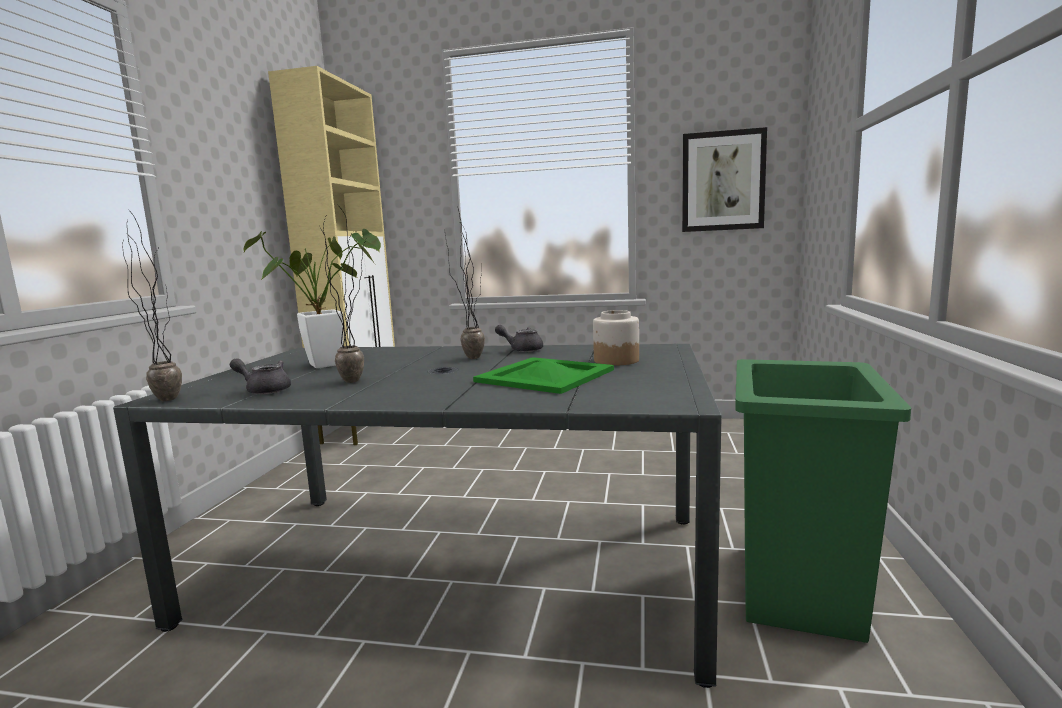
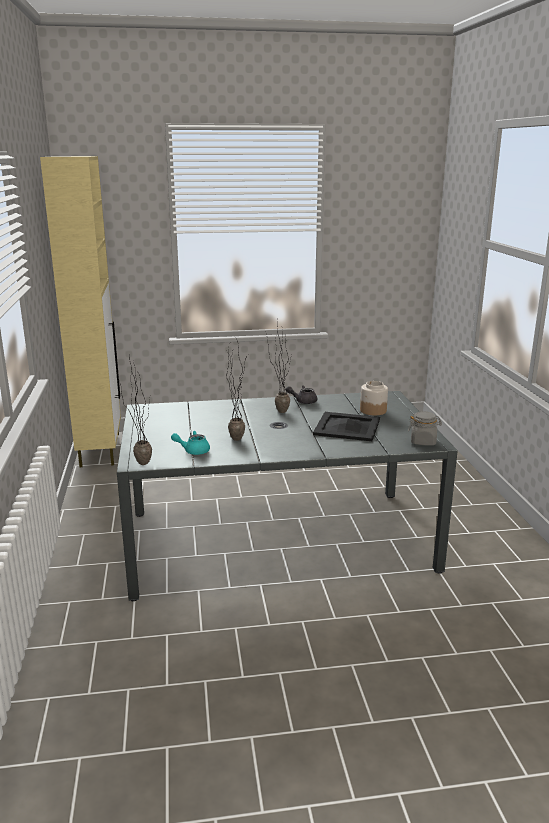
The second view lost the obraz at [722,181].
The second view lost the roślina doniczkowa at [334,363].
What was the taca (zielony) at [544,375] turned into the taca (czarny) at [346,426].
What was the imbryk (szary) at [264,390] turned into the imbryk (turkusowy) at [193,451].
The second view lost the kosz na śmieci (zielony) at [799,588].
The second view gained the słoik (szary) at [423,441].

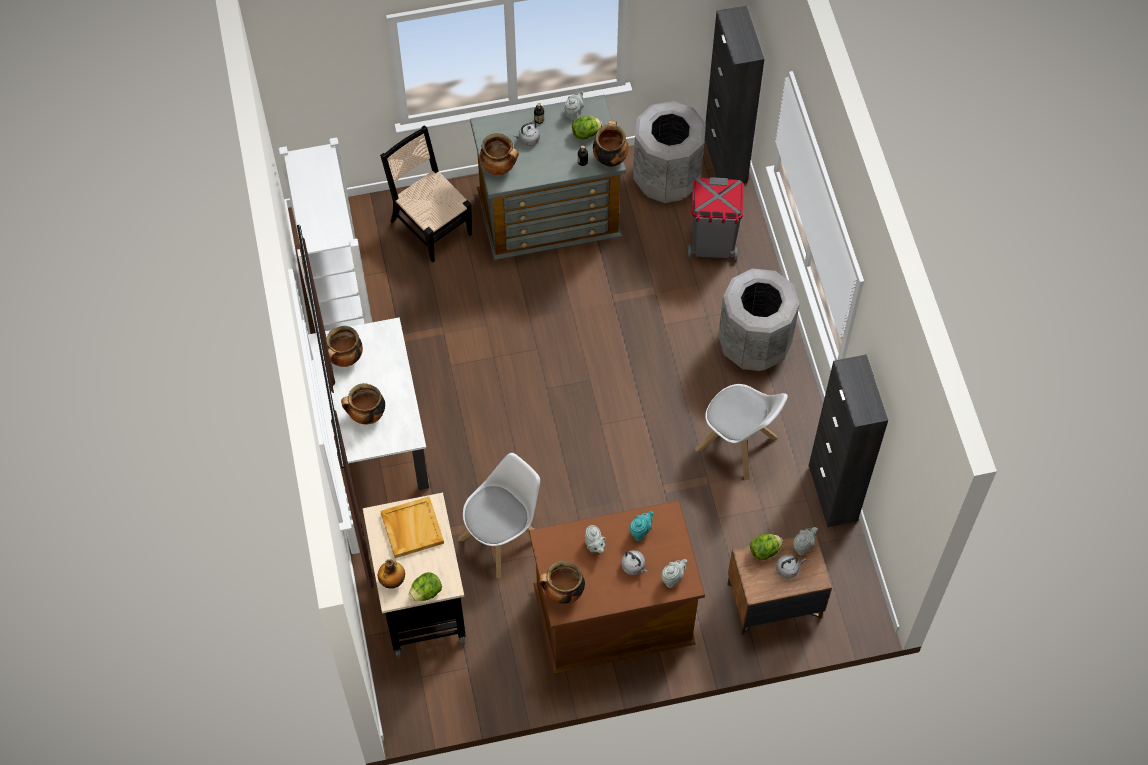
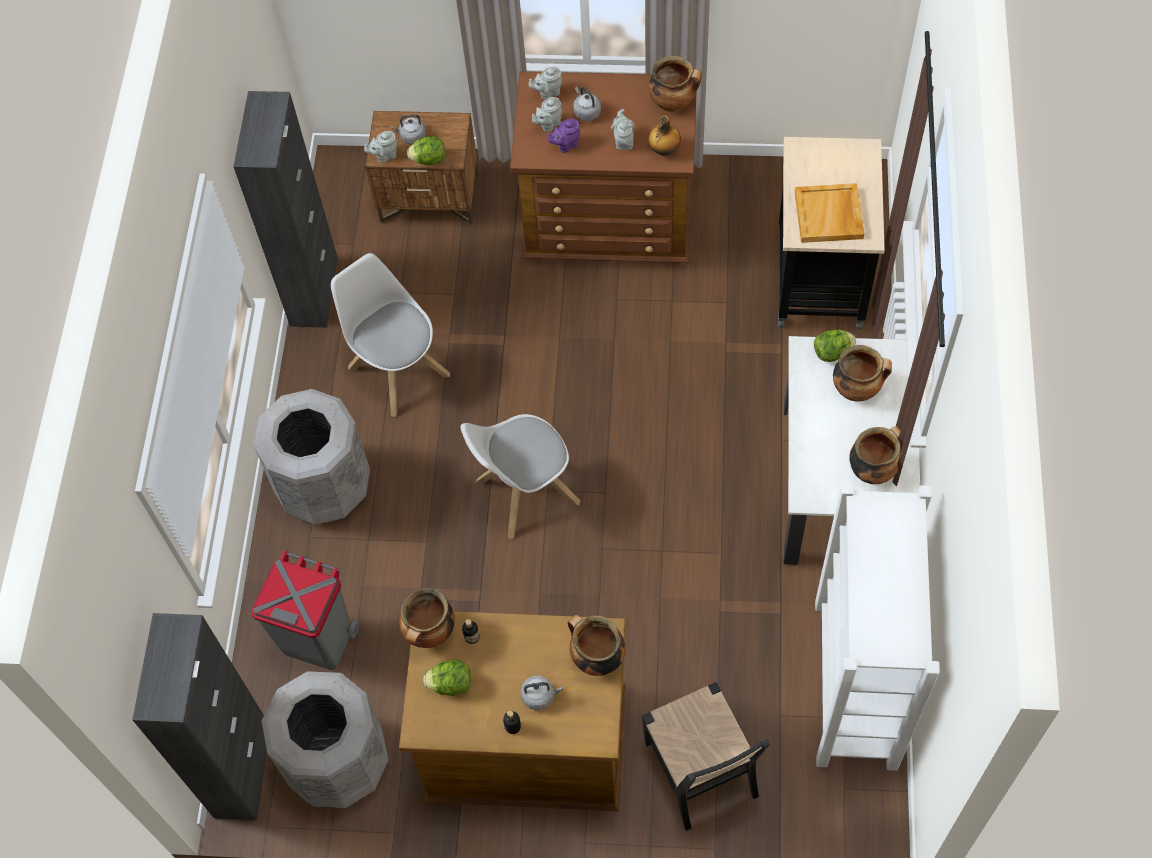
The imbryk (szary) ended up elsewhere, having gone from [574,112] to [548,124].
What was the komoda (szary) at [549,215] turned into the komoda (brązowy) at [525,745].
The krzesło ended up elsewhere, having gone from [503,536] to [524,493].
What was the imbryk (turkusowy) at [640,531] turned into the imbryk (fioletowy) at [566,145].
The butelka ended up elsewhere, having gone from [393,581] to [664,150].
The sałata ended up elsewhere, having gone from [426,592] to [832,352].

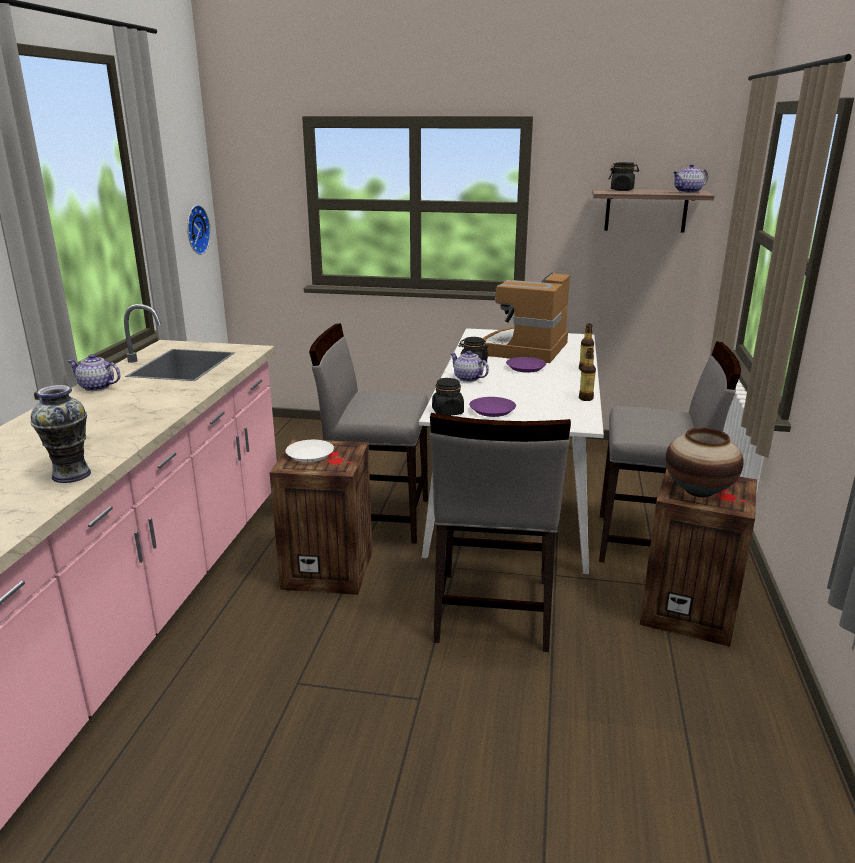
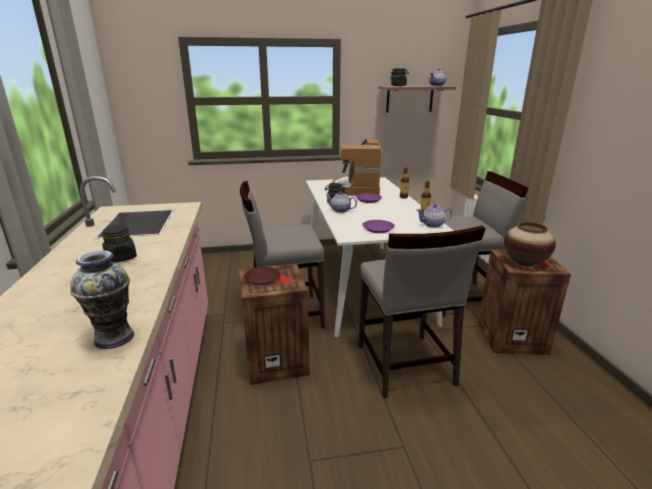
The second view lost the zegar ścienny at [195,229].
The imbryk ended up elsewhere, having gone from [97,387] to [433,225].
The słoik (czarny) ended up elsewhere, having gone from [448,412] to [121,258].
What was the talerz (biały) at [310,455] turned into the talerz (brązowy) at [262,279].

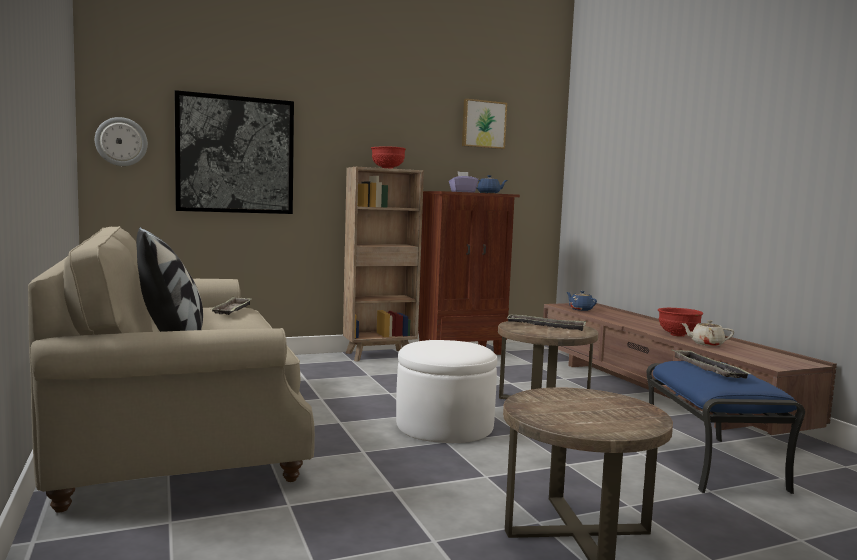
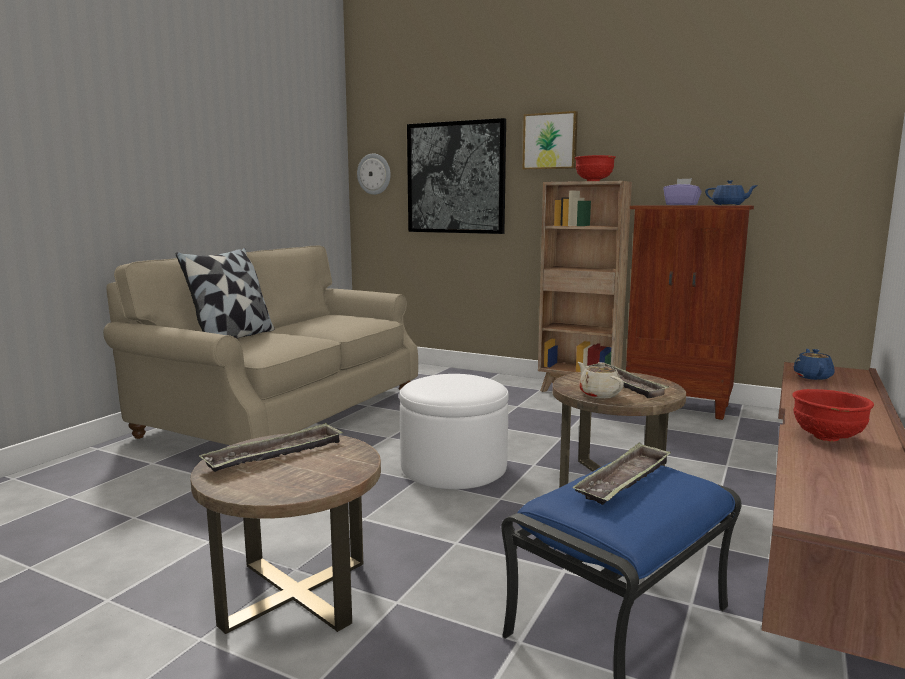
The obraz ended up elsewhere, having gone from [483,124] to [550,141].
The taca ended up elsewhere, having gone from [232,310] to [275,455].
The imbryk (beżowy) ended up elsewhere, having gone from [706,344] to [599,394].

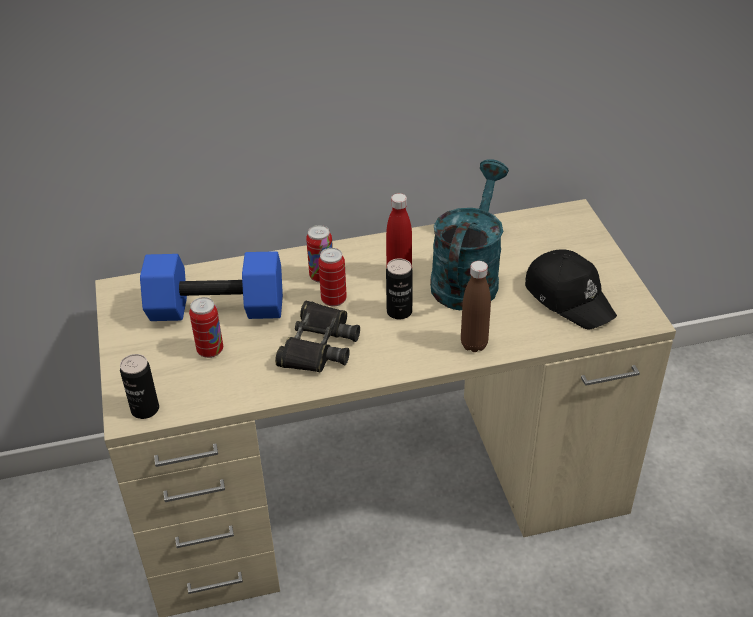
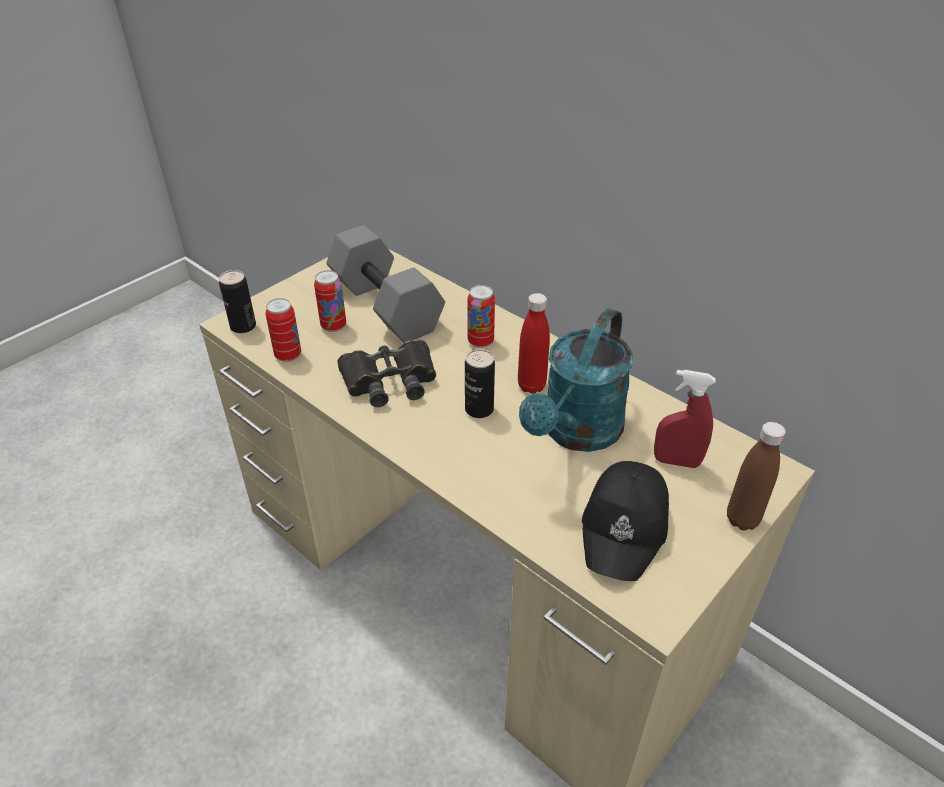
The konewka (turkusowy) at [468,277] ended up facing another way, 135 degrees clockwise from before.
The puszka ended up elsewhere, having gone from [334,300] to [288,355].
What was the hantel (niebieski) at [218,307] turned into the hantel (szary) at [388,306].
The butelka (brązowy) ended up elsewhere, having gone from [474,344] to [742,519].
The second view gained the spryskiwacz (czerwony) at [676,461].

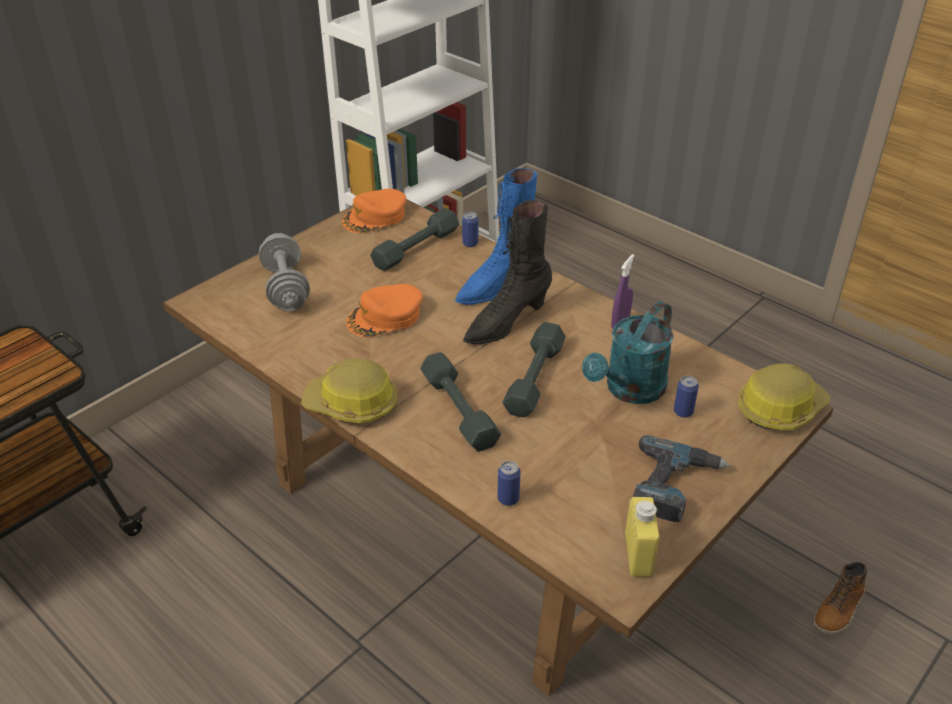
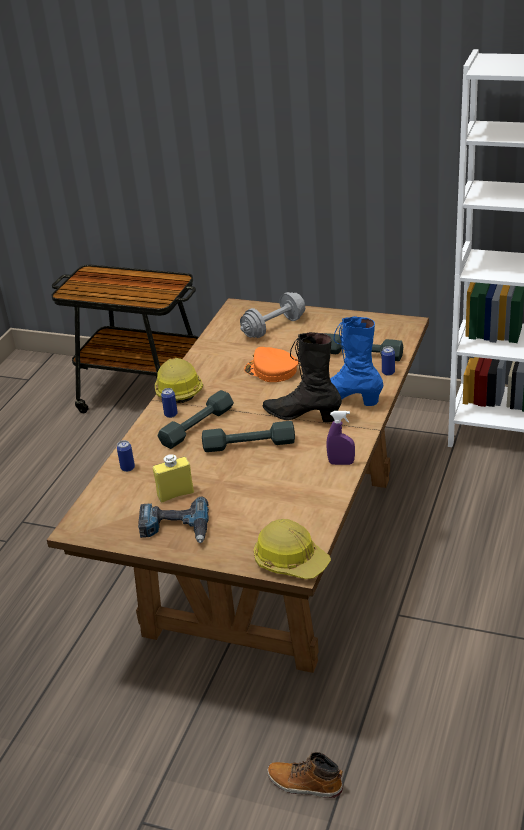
The second view lost the czapka z daszkiem (pomarańczowy) at [375,217].
The second view lost the konewka (turkusowy) at [629,391].
The puszka ended up elsewhere, having gone from [683,412] to [171,414].
The butelka (żółty) ended up elsewhere, having gone from [638,555] to [175,494].

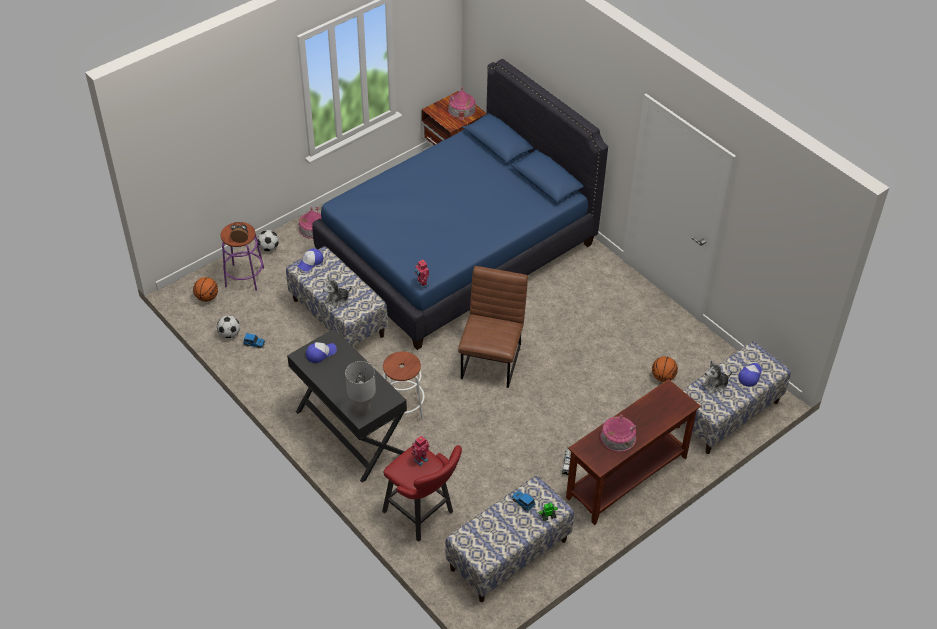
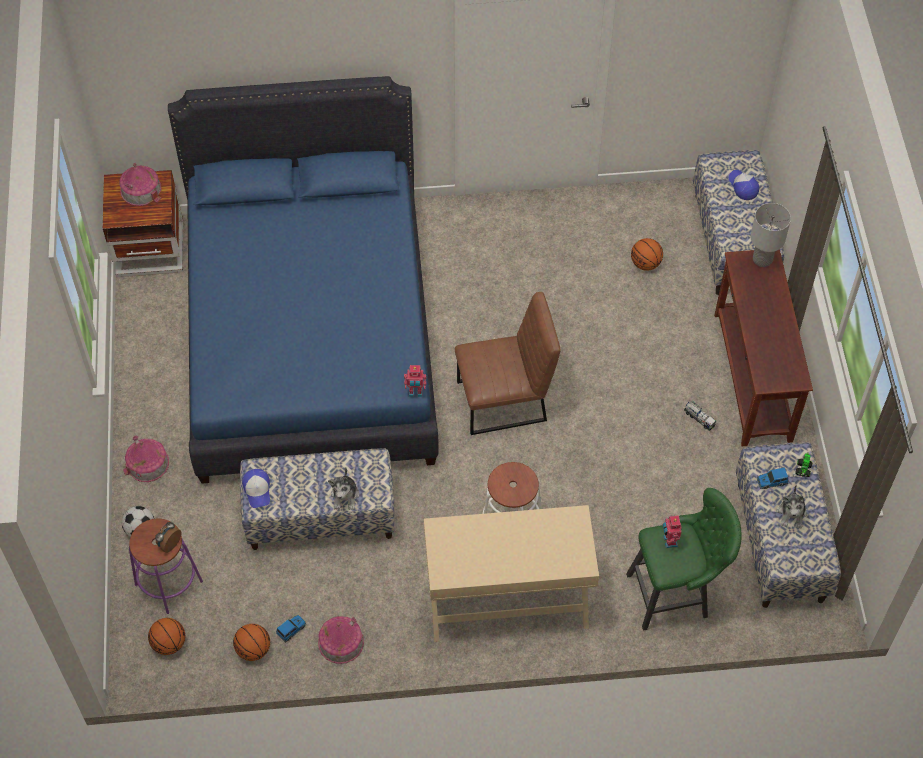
The krzesło (brązowy) at [492,359] ended up facing another way, 120 degrees clockwise from before.
Where the piłka futbolowa stood at [229,334], the piłka do koszykówki came to stand at [253,649].
What was the biurko (czarny) at [349,432] turned into the biurko (beżowy) at [507,601].
The second view lost the czapka z daszkiem at [320,353].
The lampa stołowa (szary) ended up elsewhere, having gone from [362,410] to [762,261].
The pluszak ended up elsewhere, having gone from [715,385] to [792,513].
The domek ended up elsewhere, having gone from [618,437] to [341,642].
What was the stołek (czerwony) at [423,516] turned into the stołek (zielony) at [677,593].

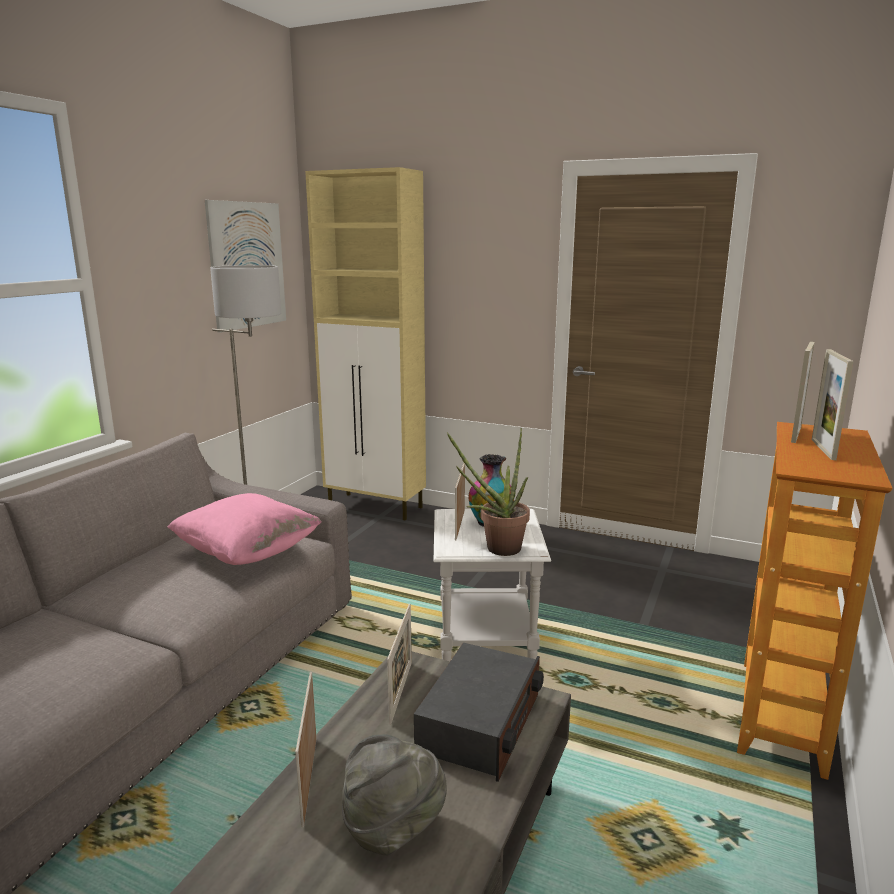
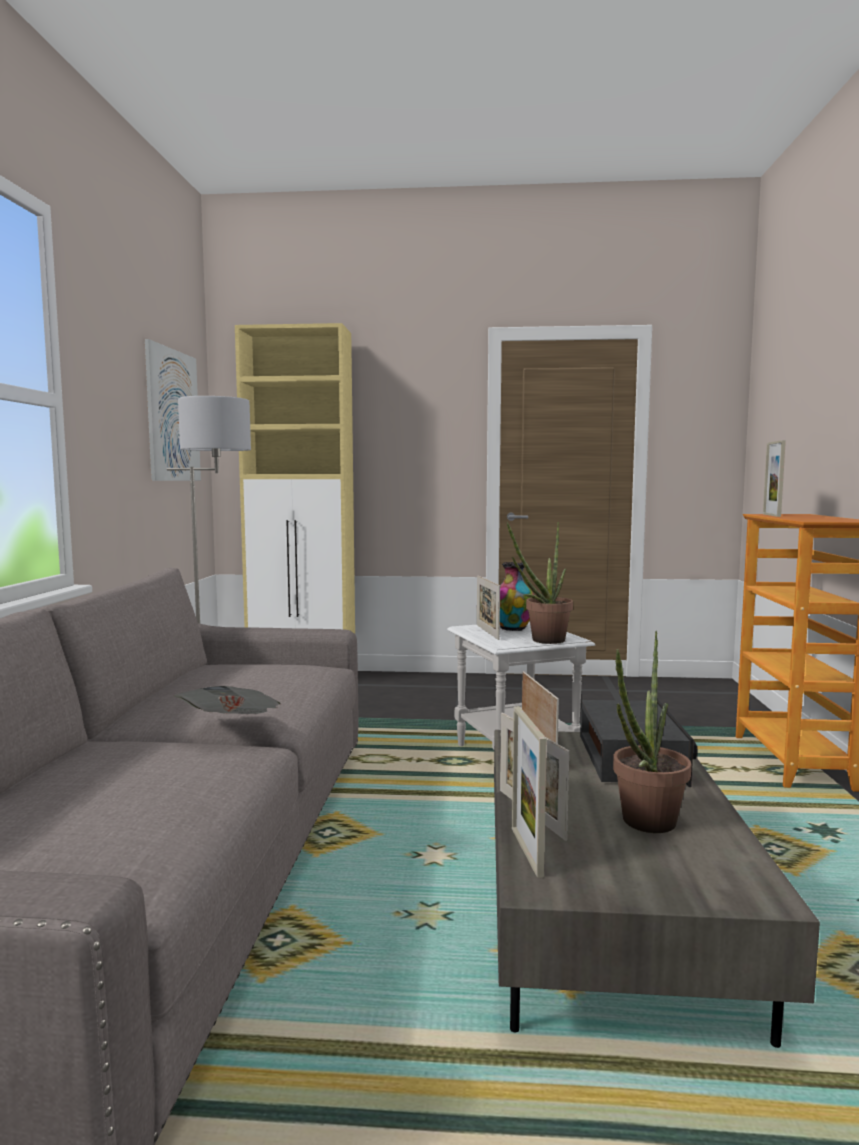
The ramka na zdjęcie ended up elsewhere, having gone from [823,449] to [526,851].
The second view lost the poduszka (różowy) at [247,554].
Where the kapelusz (szary) stood at [393,827], the roślina doniczkowa came to stand at [644,825].
The second view gained the gazeta at [232,729].

